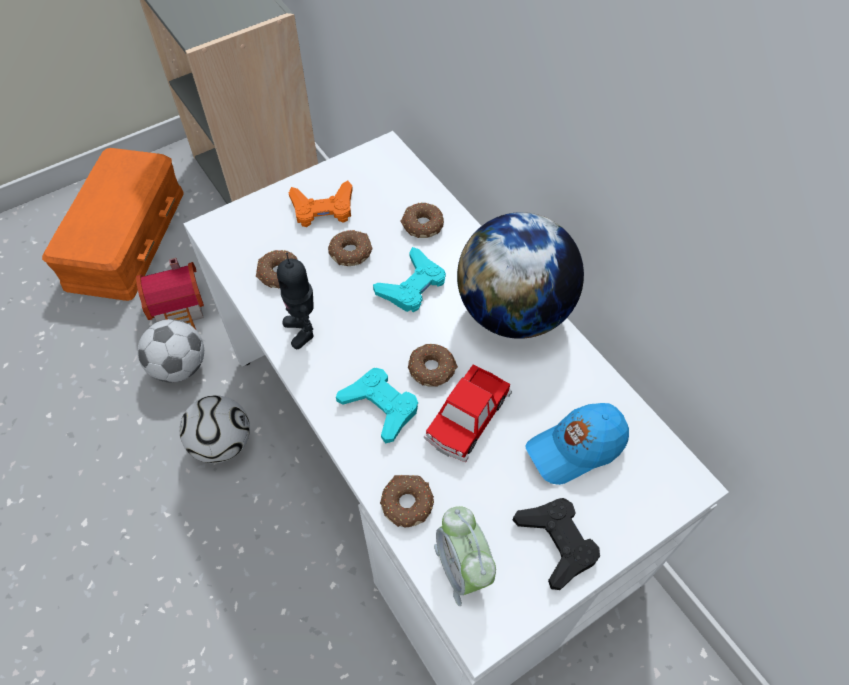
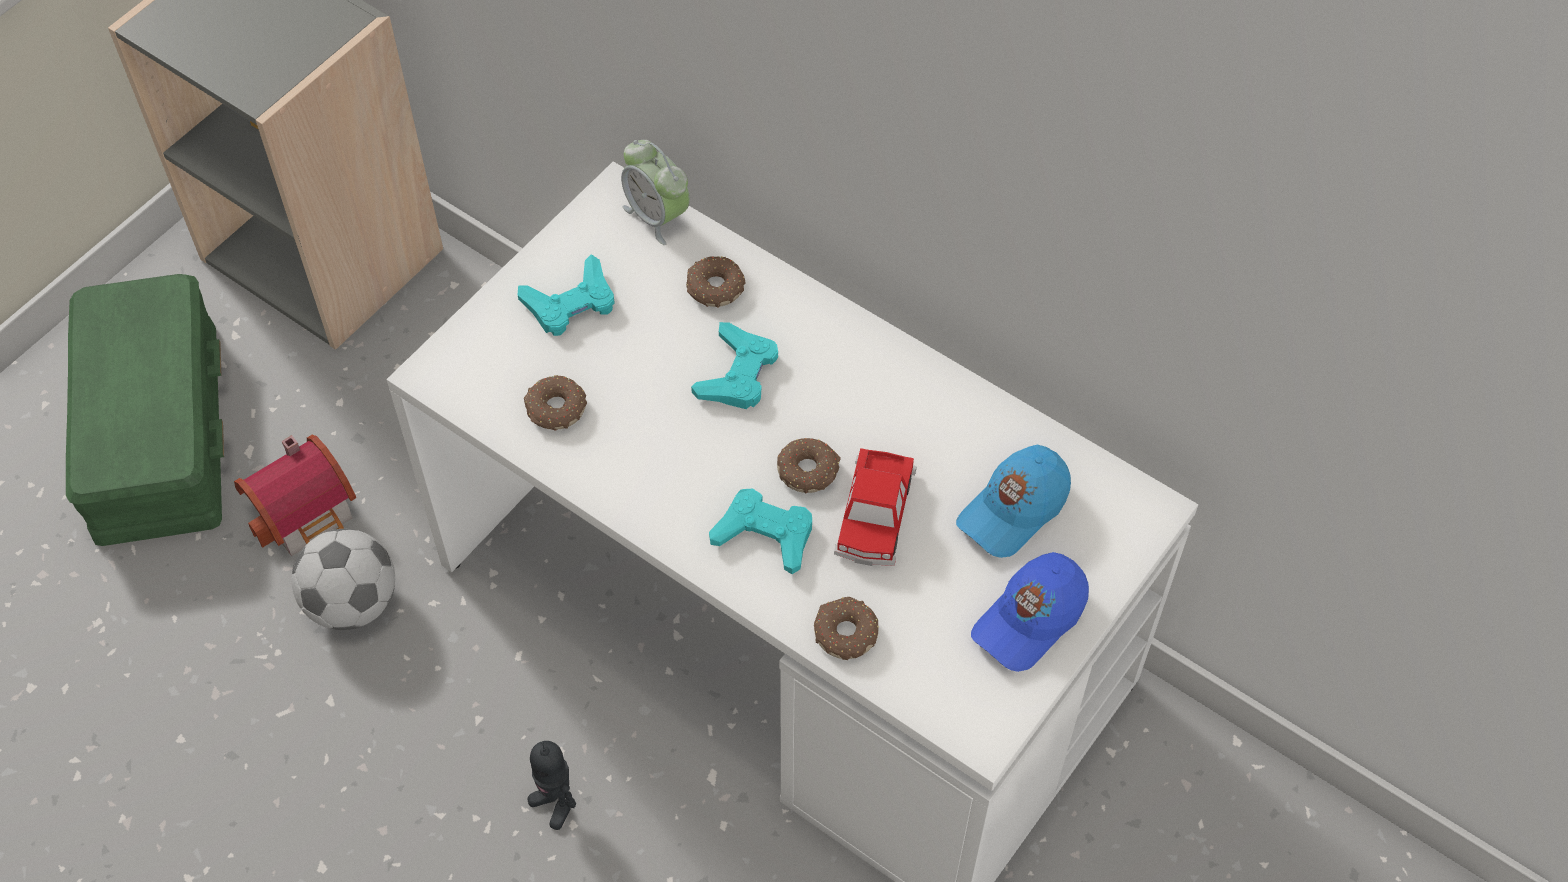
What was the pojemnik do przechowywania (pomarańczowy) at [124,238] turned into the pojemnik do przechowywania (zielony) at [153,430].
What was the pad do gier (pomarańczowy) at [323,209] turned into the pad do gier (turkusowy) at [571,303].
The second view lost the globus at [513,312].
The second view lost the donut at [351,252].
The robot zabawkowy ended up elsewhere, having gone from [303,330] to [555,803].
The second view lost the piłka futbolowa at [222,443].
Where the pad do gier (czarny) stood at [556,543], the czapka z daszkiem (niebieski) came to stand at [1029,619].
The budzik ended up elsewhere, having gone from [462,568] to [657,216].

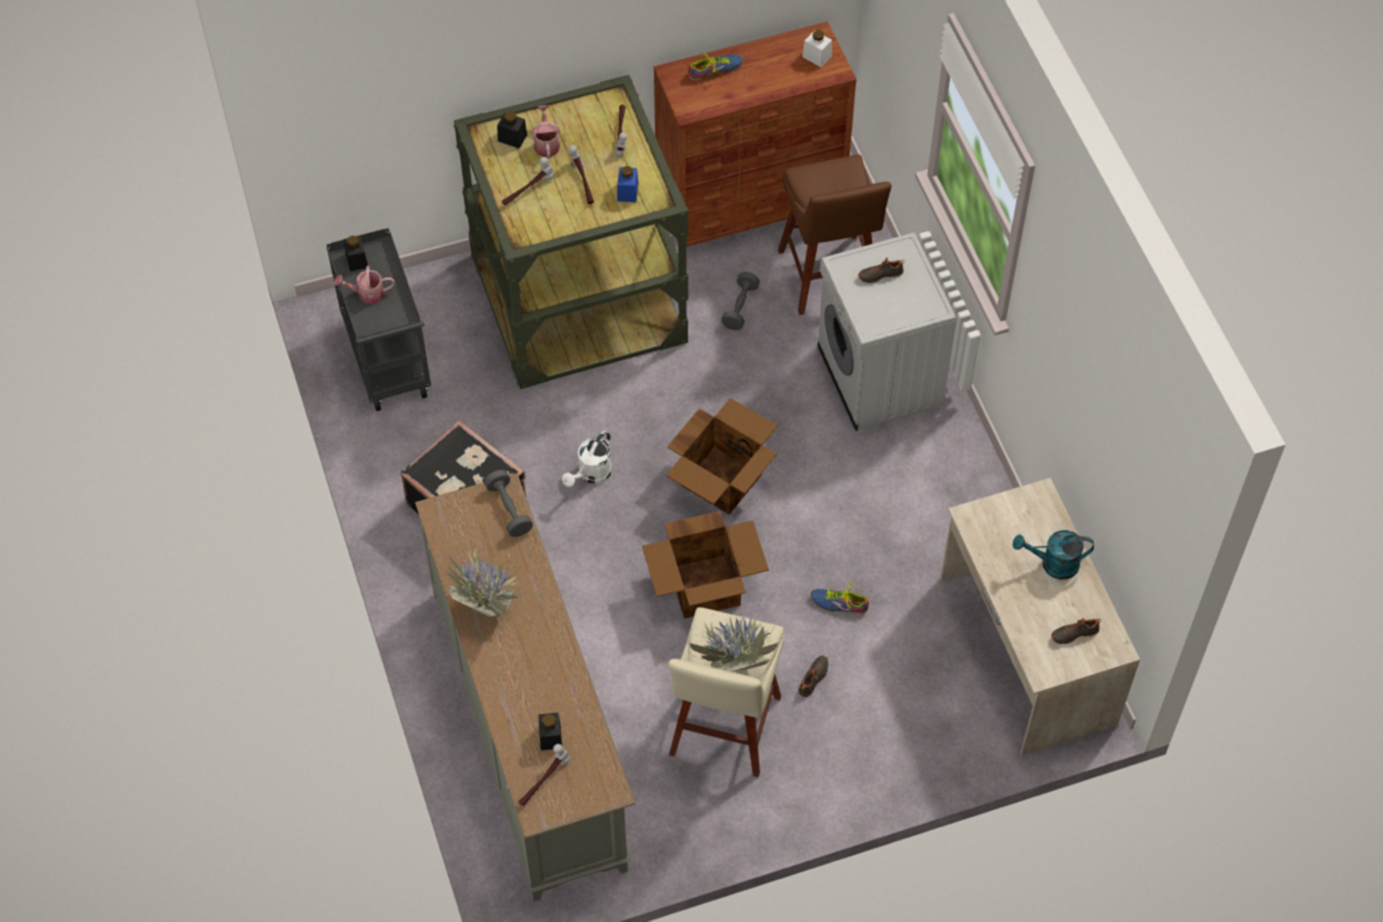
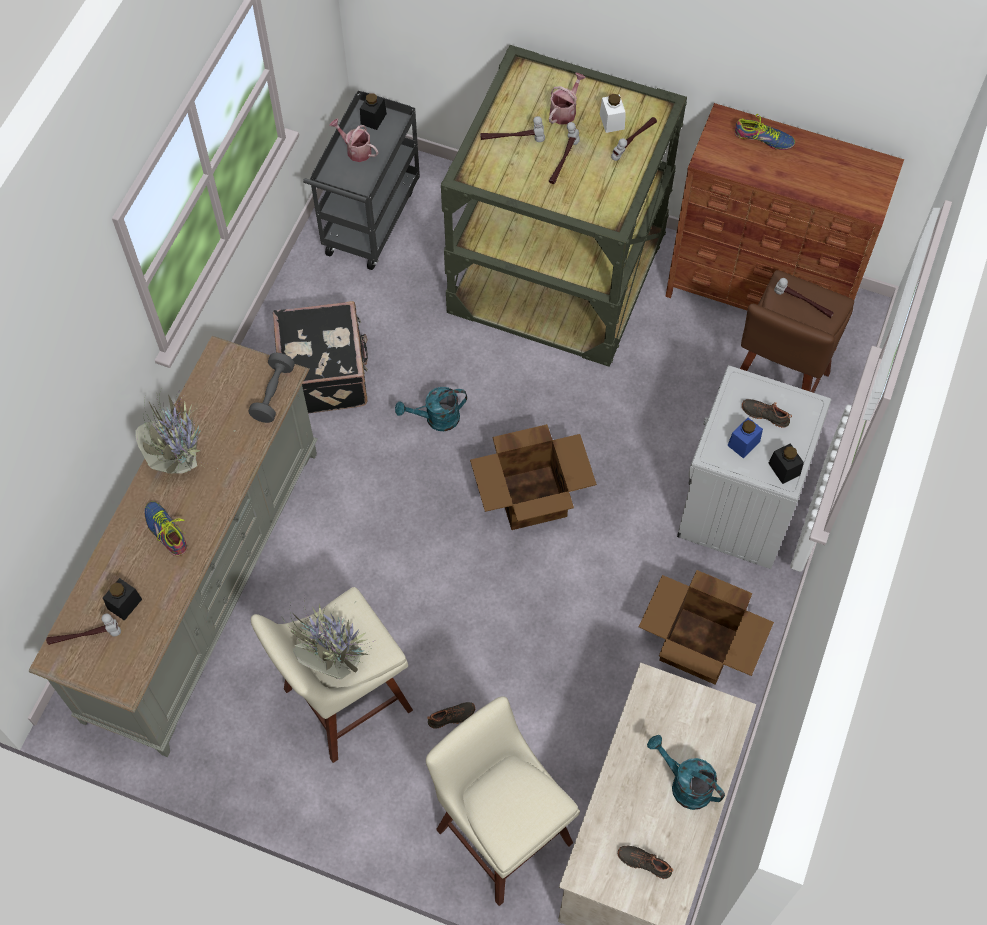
The słoik (biały) ended up elsewhere, having gone from [817,56] to [612,121].
The słoik (czarny) ended up elsewhere, having gone from [512,138] to [784,469].
The słoik (niebieski) ended up elsewhere, having gone from [627,192] to [743,443].
The second view lost the hantel (szary) at [740,307].
What was the konewka (biały) at [591,475] turned into the konewka (turkusowy) at [436,419].
The karton ended up elsewhere, having gone from [705,586] to [699,646].
The but ended up elsewhere, having gone from [839,604] to [166,531].
The second view gained the młotek at [802,304].
The second view gained the stołek (beżowy) at [502,833].

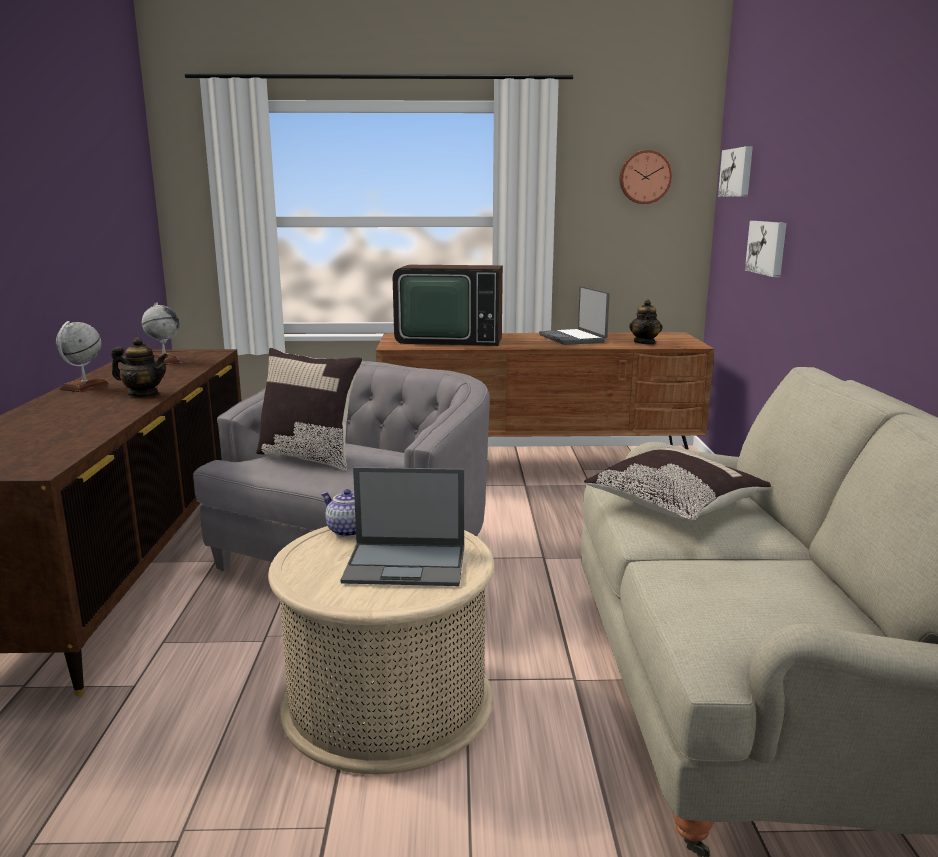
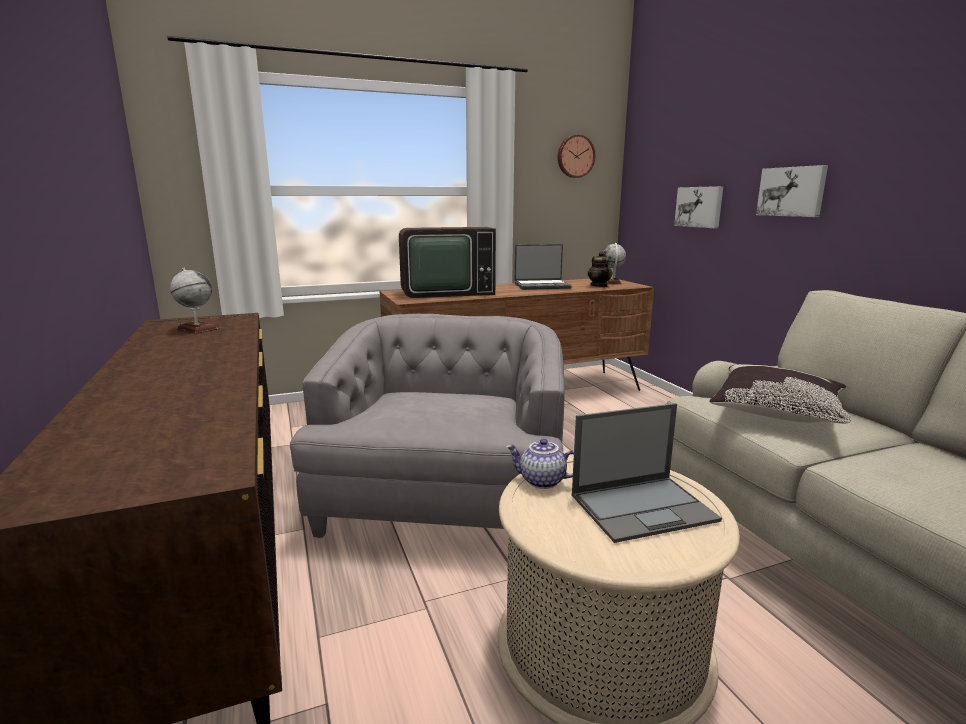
The obraz ended up elsewhere, having gone from [737,172] to [792,191].
The laptop at [573,338] ended up facing another way, 60 degrees counterclockwise from before.
The globus ended up elsewhere, having gone from [85,386] to [611,282].
The second view lost the imbryk at [143,394].
The second view lost the poduszka at [310,458].

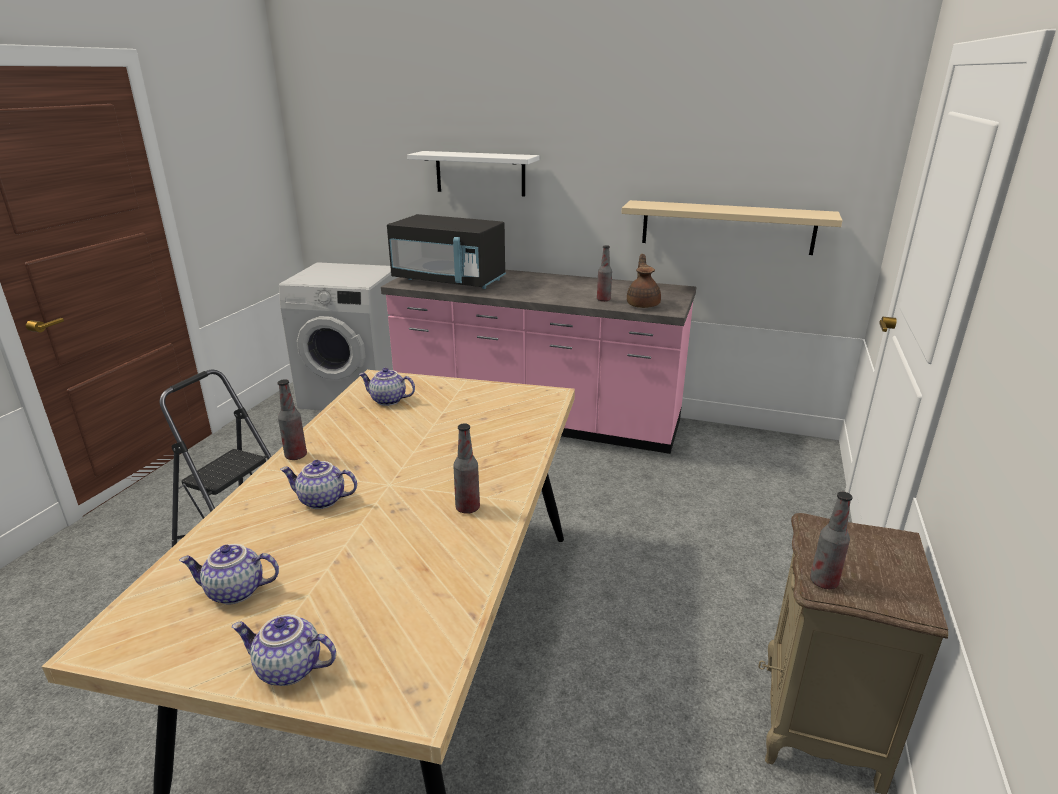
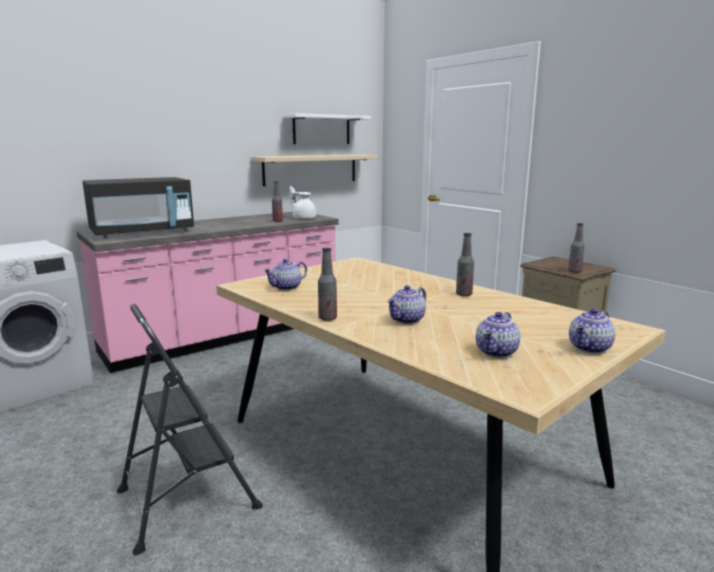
The półka (biały) ended up elsewhere, having gone from [480,173] to [321,129].
What was the imbryk (brązowy) at [643,304] turned into the imbryk (biały) at [303,219].

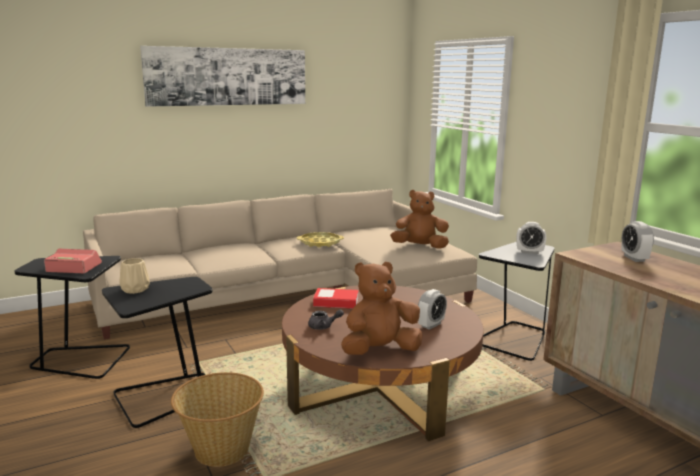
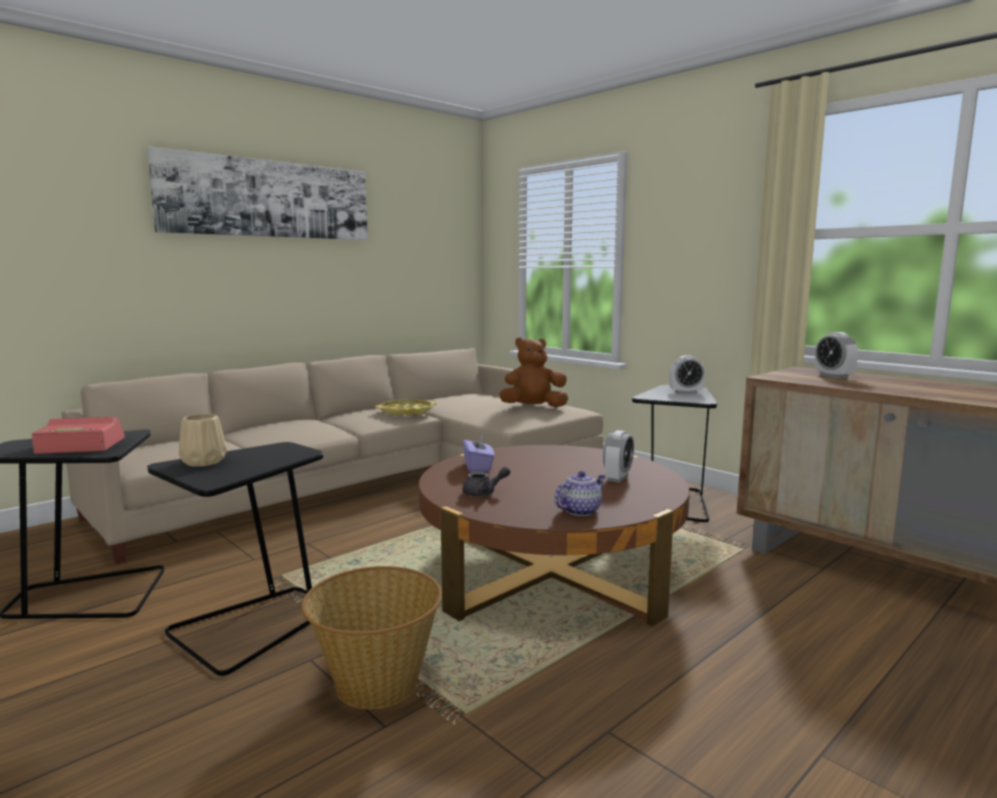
Where the pluszak (brązowy) stood at [380,351], the imbryk came to stand at [580,510].
Where the książka stood at [336,302], the pudełko chusteczek (fioletowy) came to stand at [478,467].

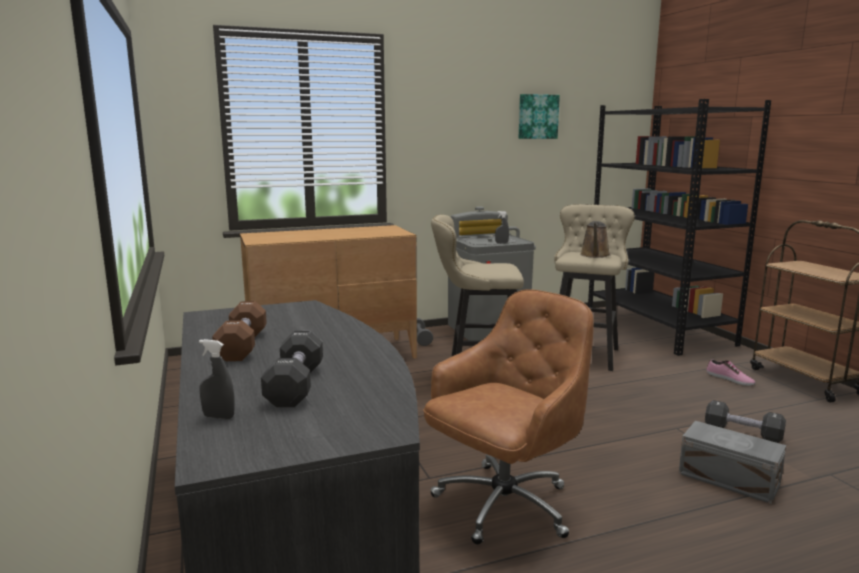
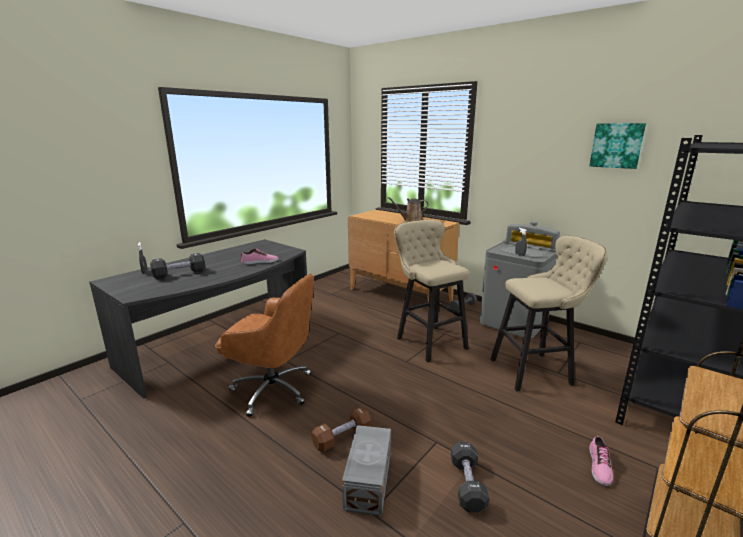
The konewka (brązowy) ended up elsewhere, having gone from [595,255] to [411,220].
The hantel (brązowy) ended up elsewhere, having gone from [242,346] to [342,437].
The second view gained the but at [260,262].

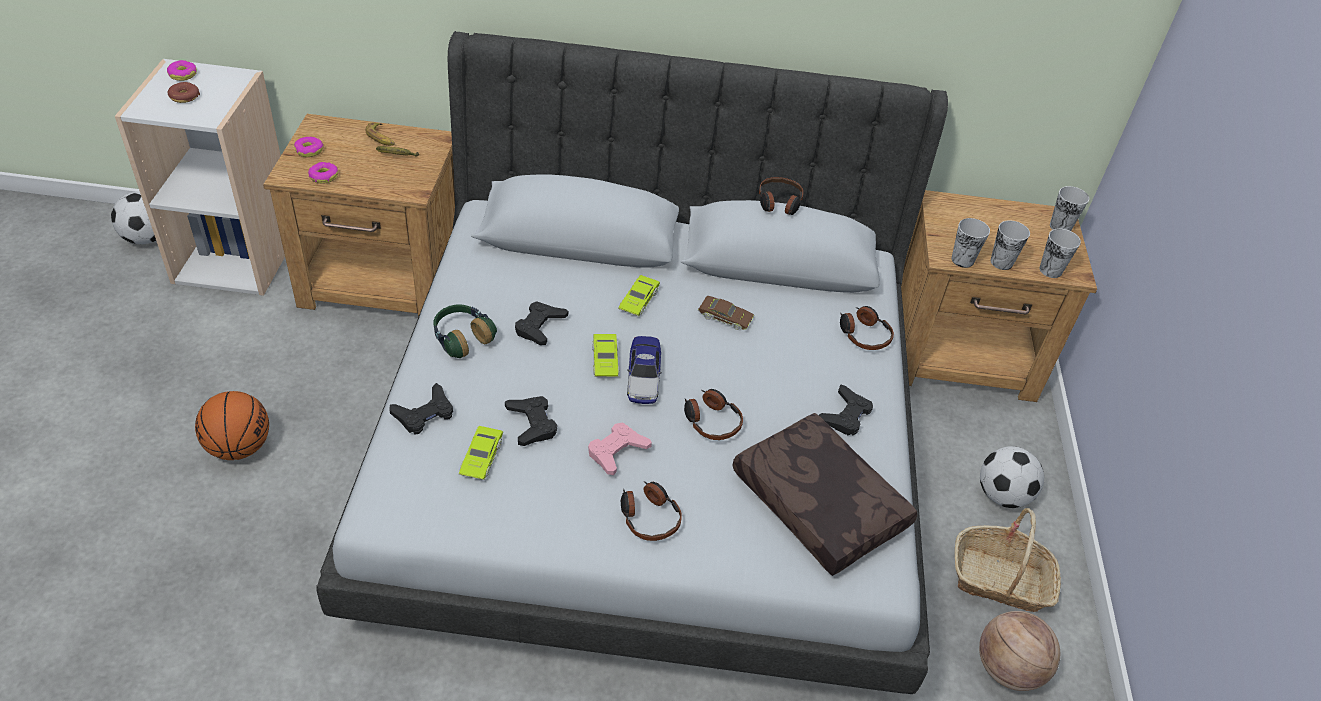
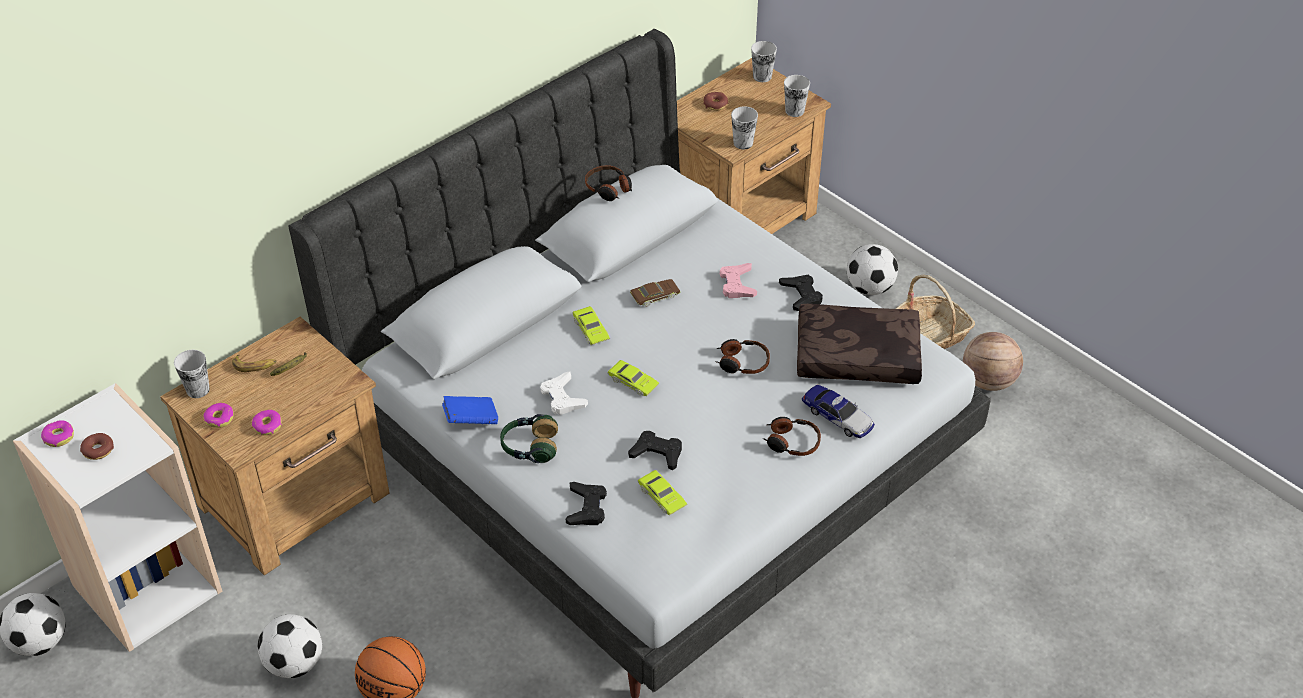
The filiżanka ended up elsewhere, having gone from [1001,262] to [198,390].
What was the pad do gier (czarny) at [540,326] turned into the pad do gier (biały) at [562,398].
The second view lost the słuchawki at [863,334].
The samochodzik ended up elsewhere, having gone from [643,375] to [837,417].
The pad do gier (różowy) ended up elsewhere, having gone from [617,451] to [737,284].
The second view gained the donut at [715,104].
The second view gained the książka (niebieski) at [471,420].
The second view gained the piłka futbolowa at [294,663].

